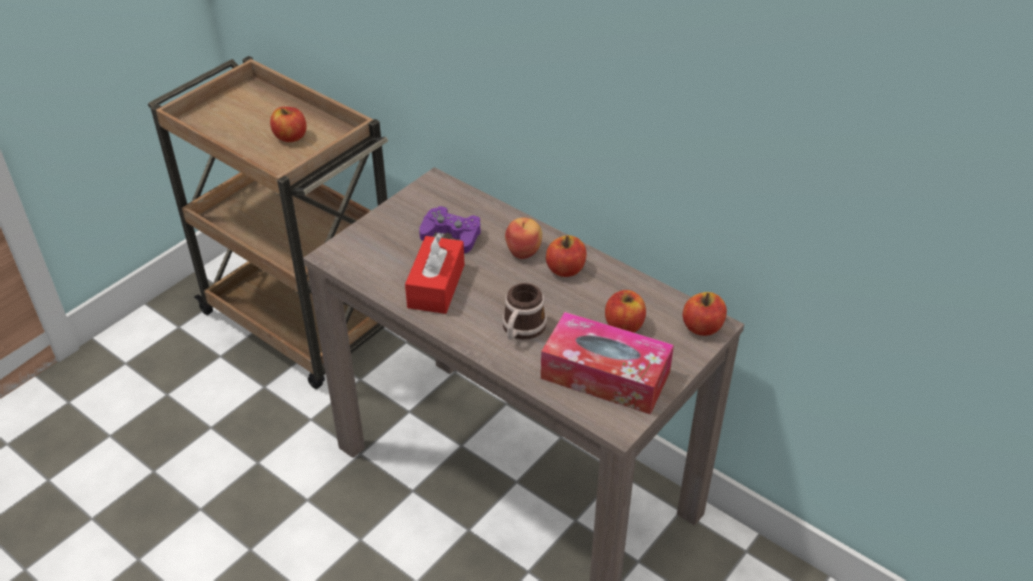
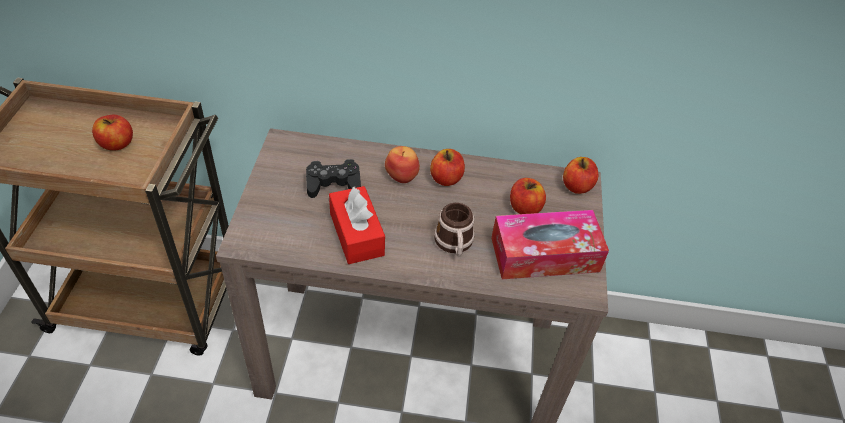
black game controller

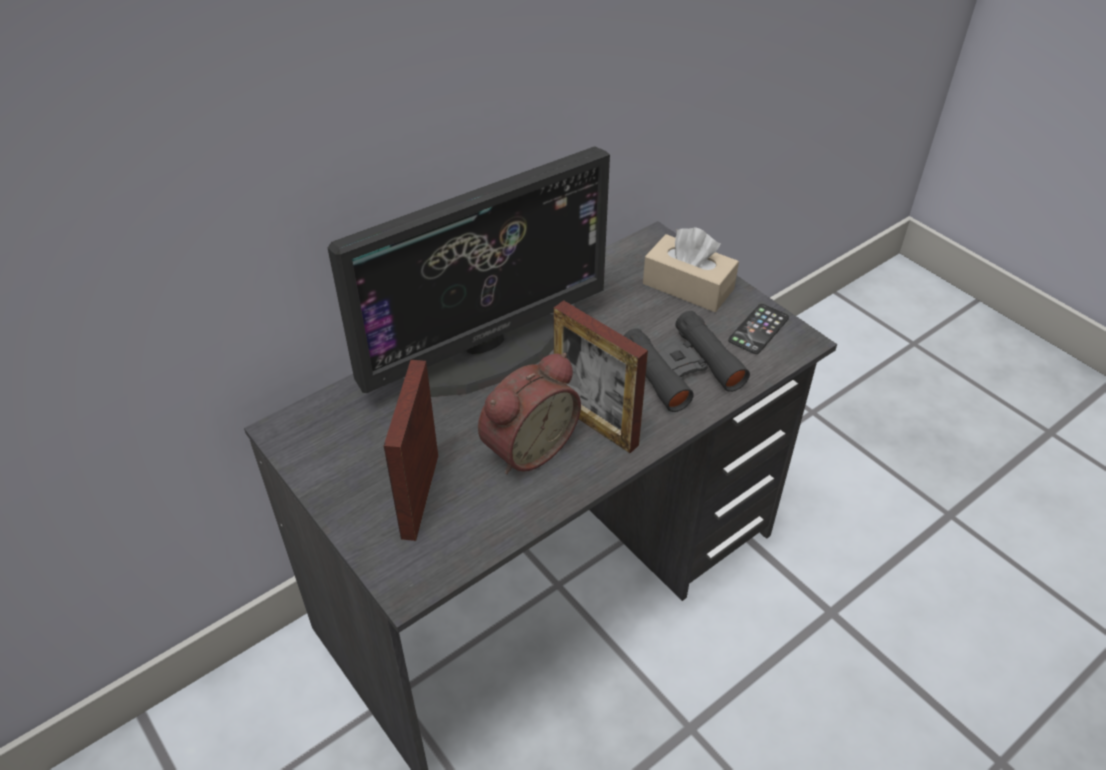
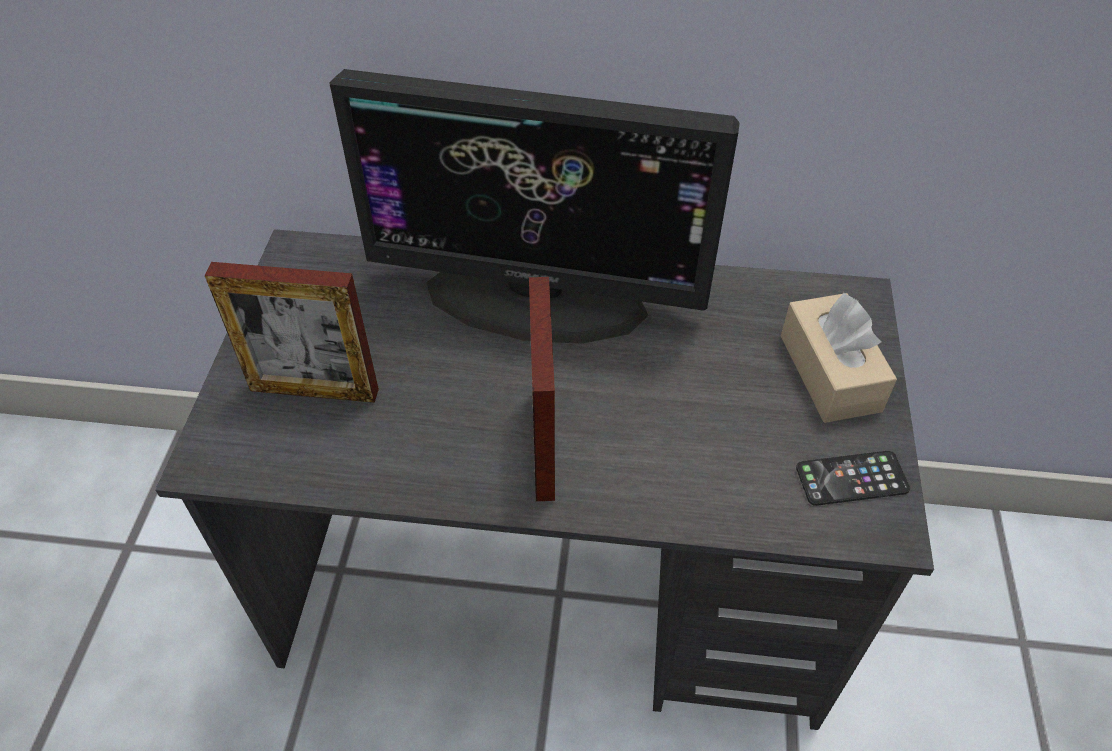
black binoculars
alarm clock
picture frame (1st from left)

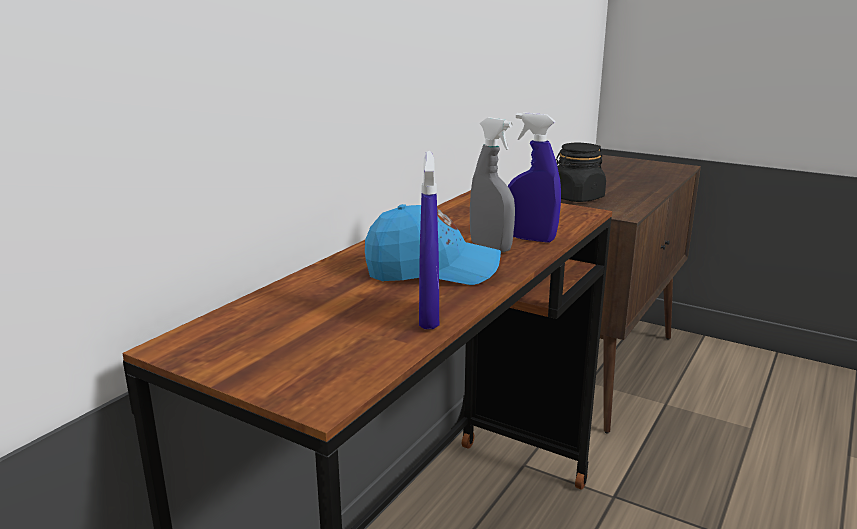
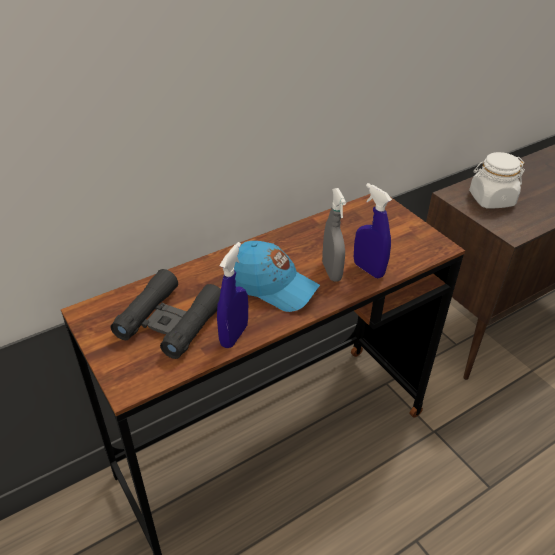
white jar
black binoculars

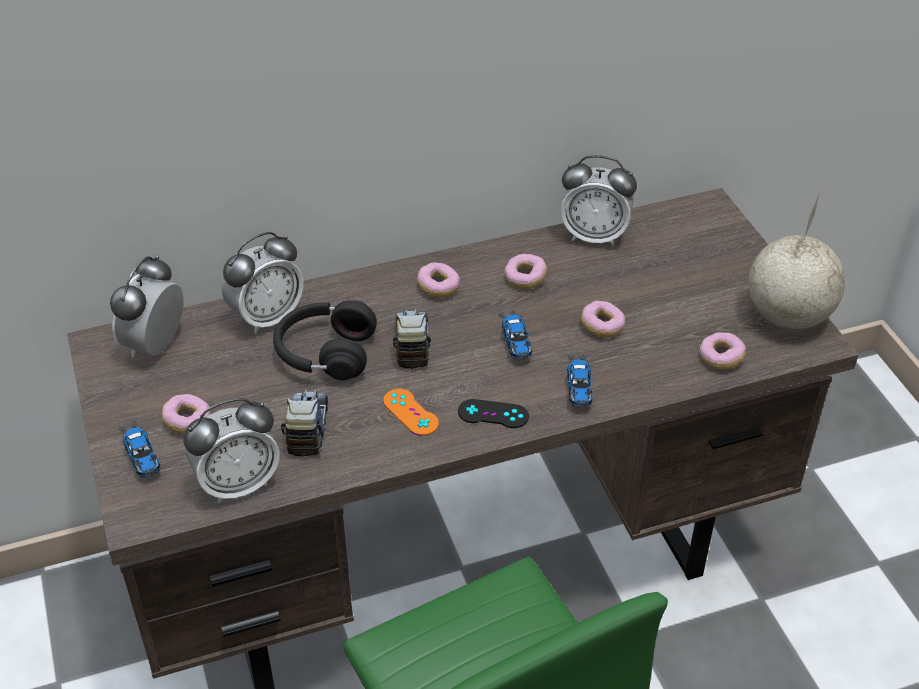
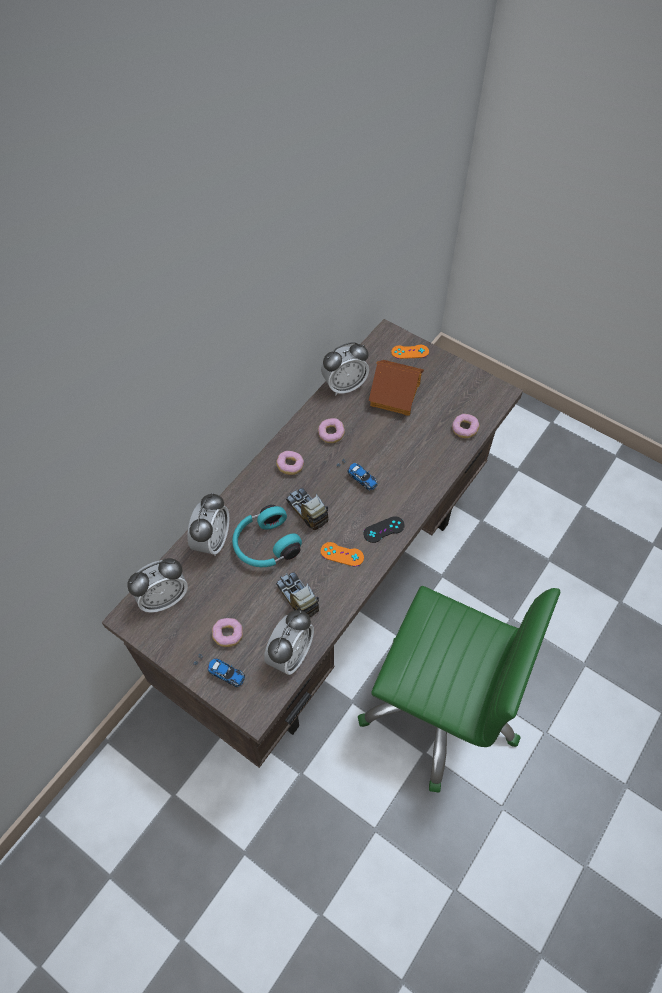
globe
alarm clock (1st from left)
turquoise headphones
donut (4th from left in the first image)
toy car (3rd from left in the first image)
orange game controller (2nd from left)
toy house

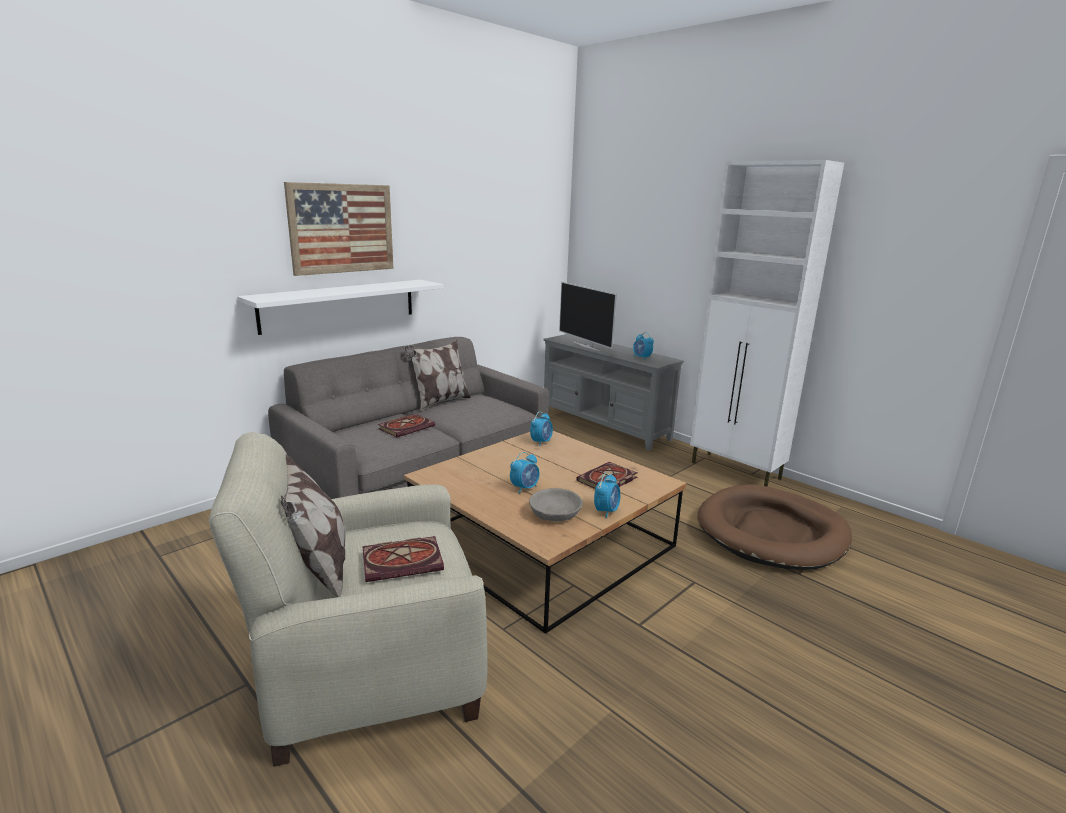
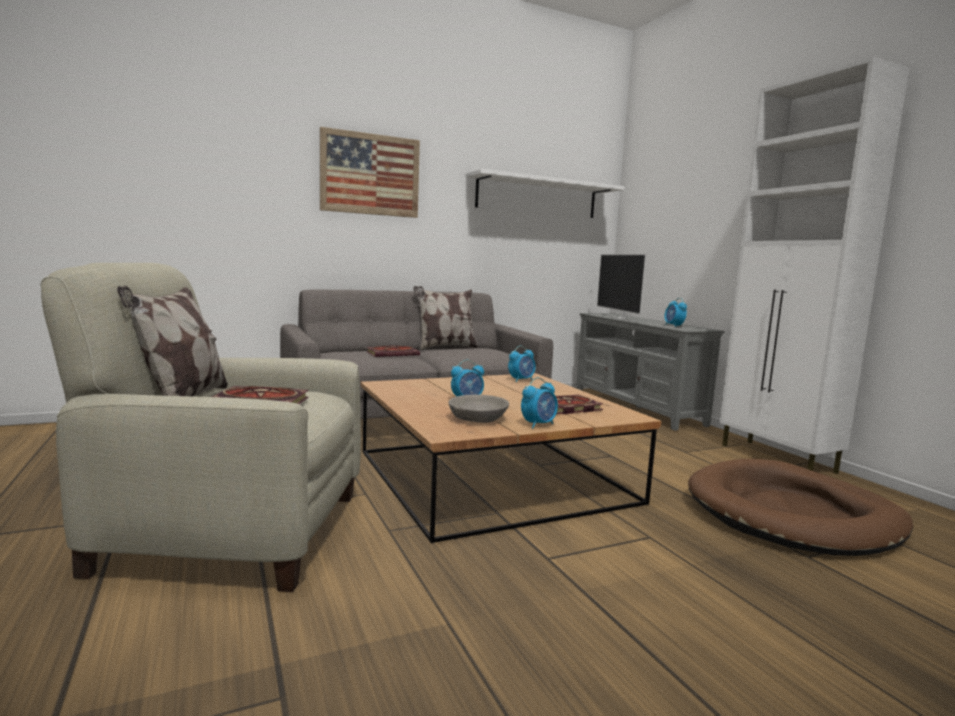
white shelf

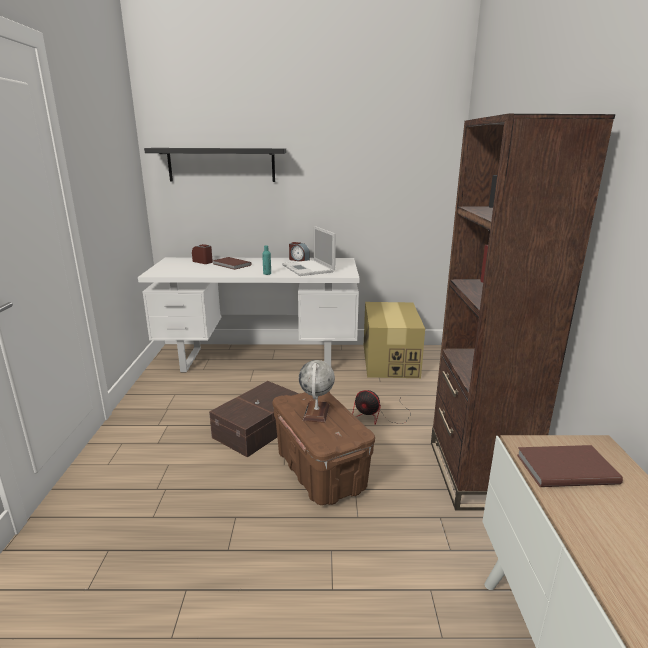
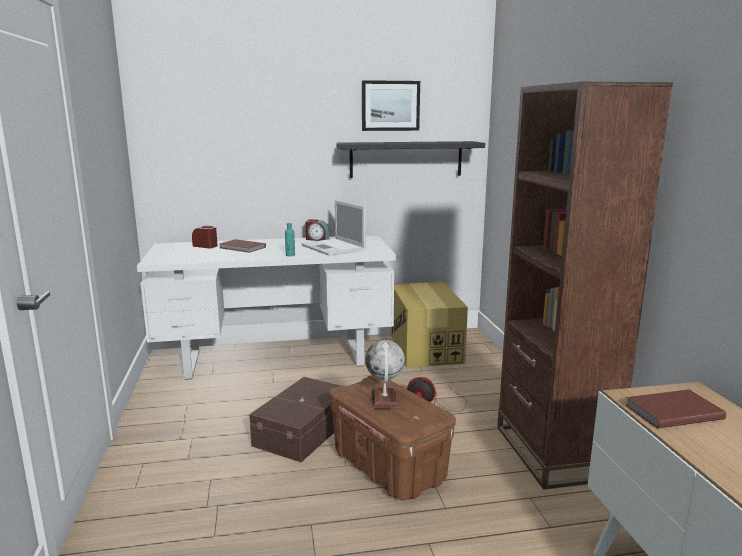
black shelf
picture

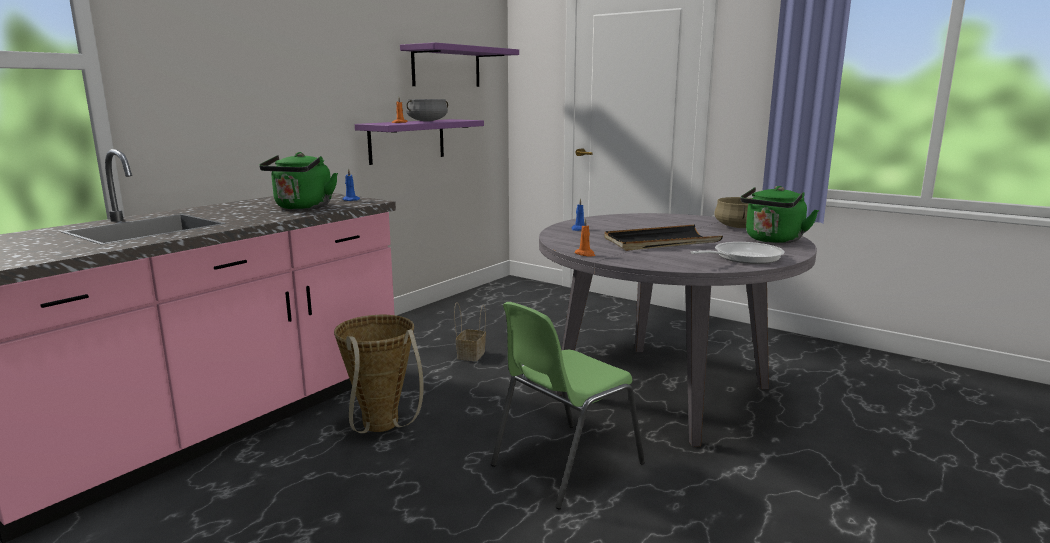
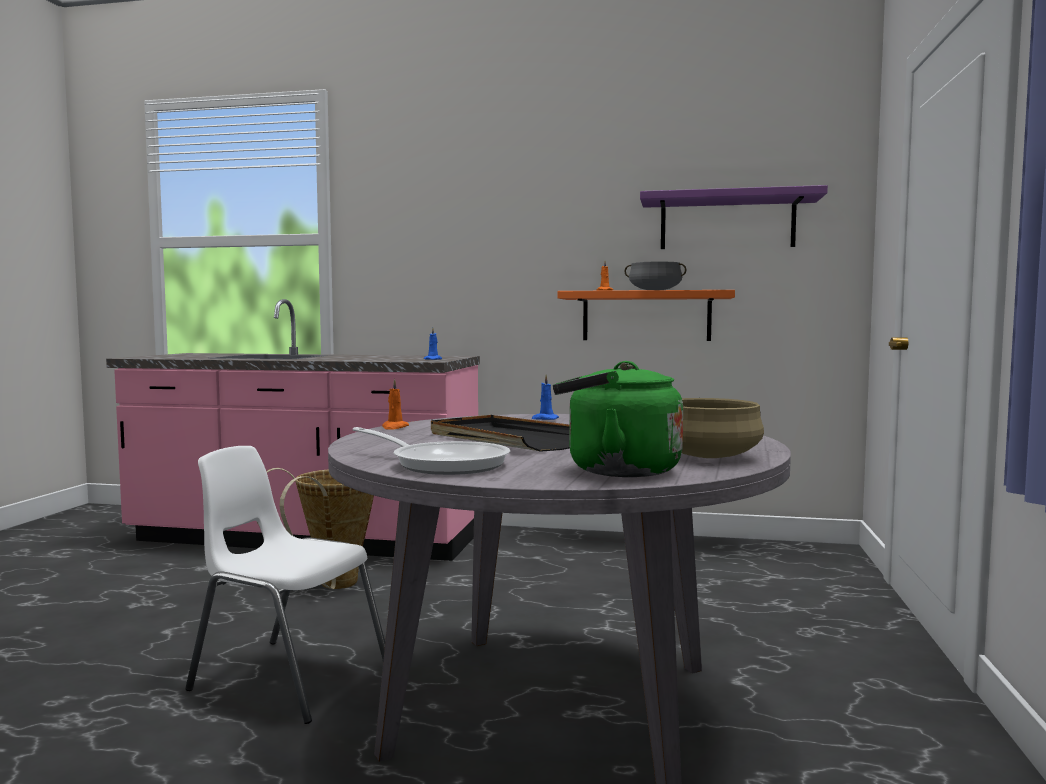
orange shelf
green kettle (1st from left in the first image)
basket (2nd from left in the first image)
white chair

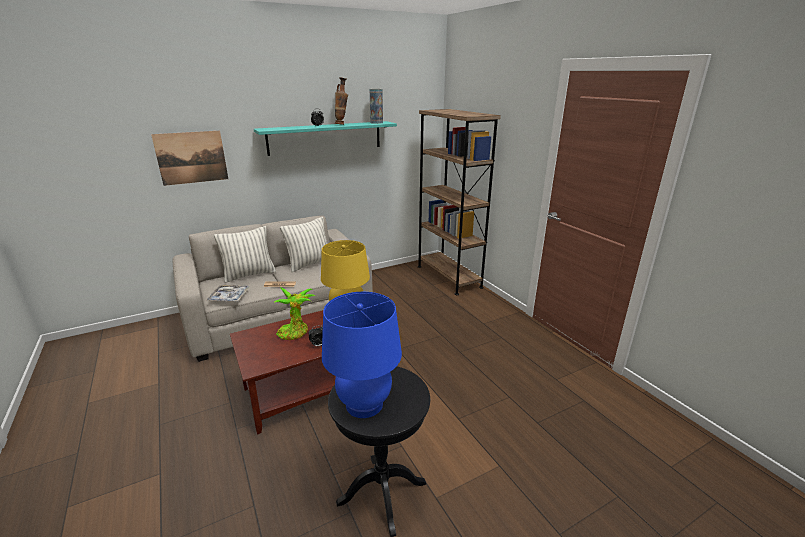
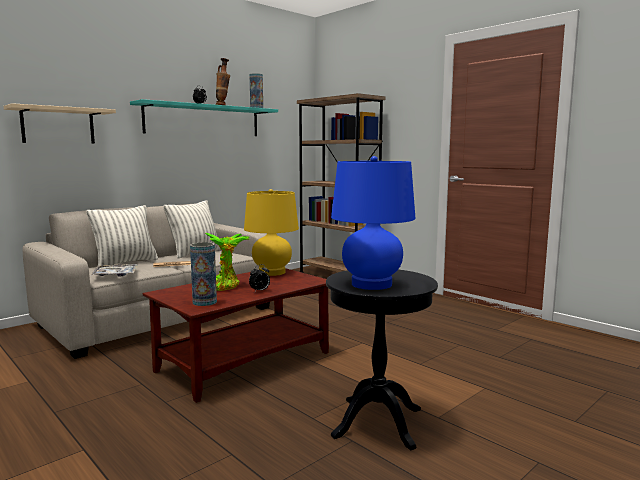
beige shelf
vase (1st from left)

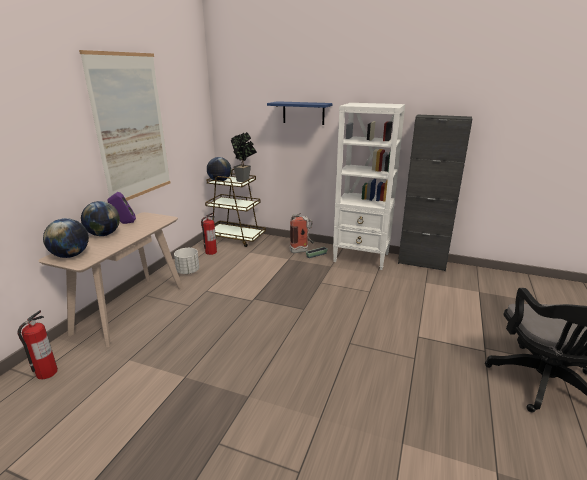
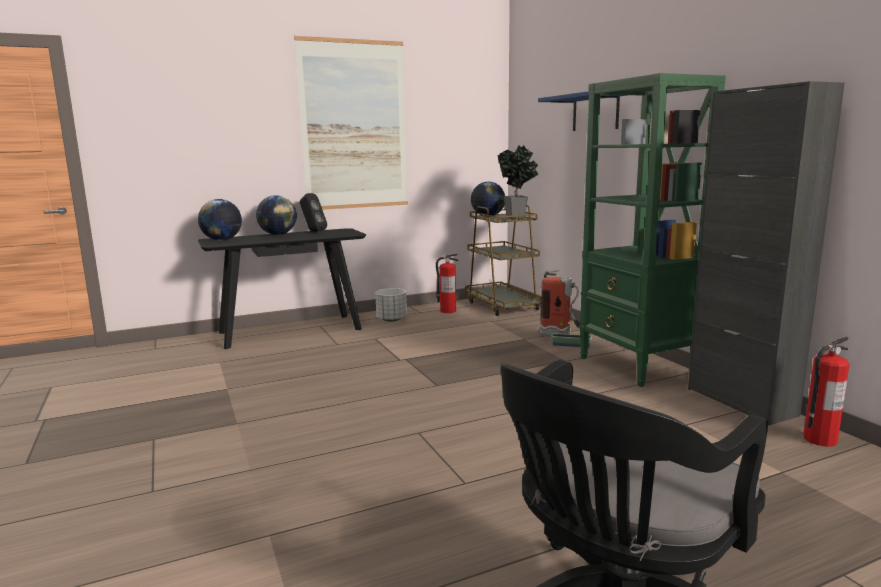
green bookcase
black speaker
black console table
fire extinguisher (3rd from left)

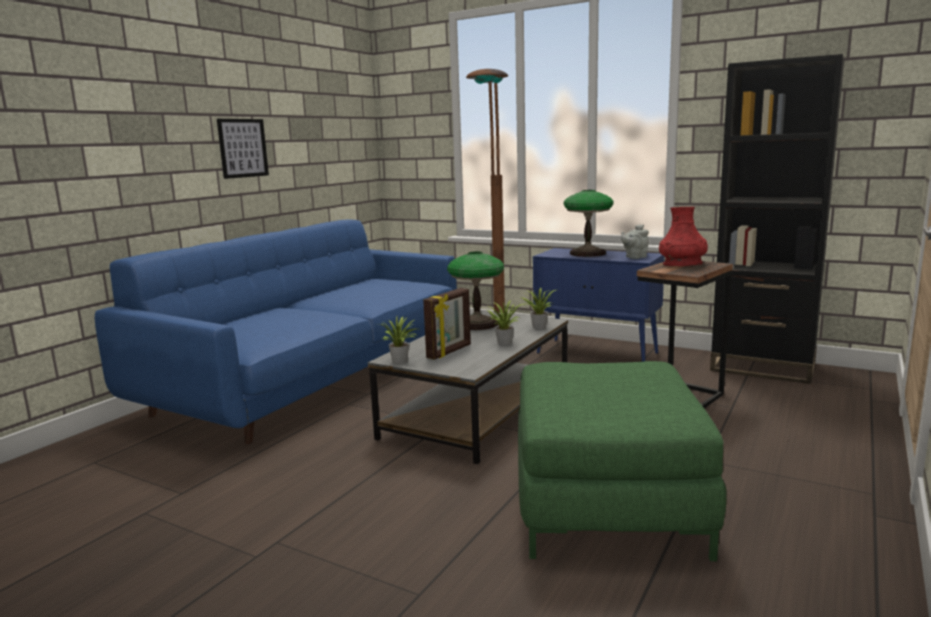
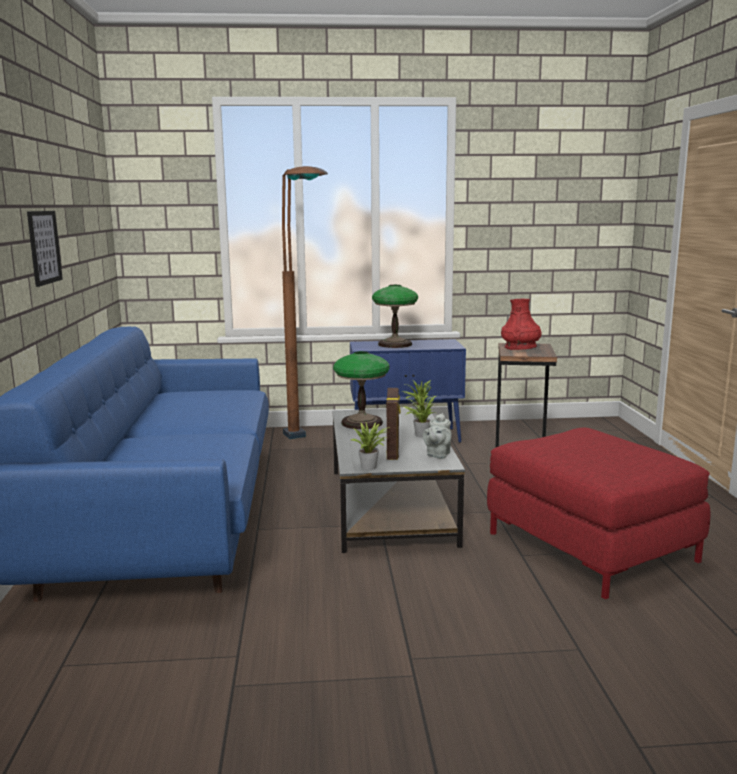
black bookcase
grey teapot
red ottoman

